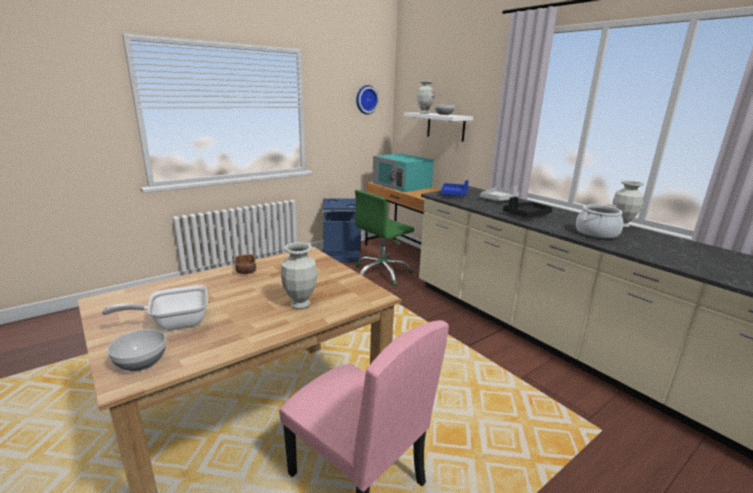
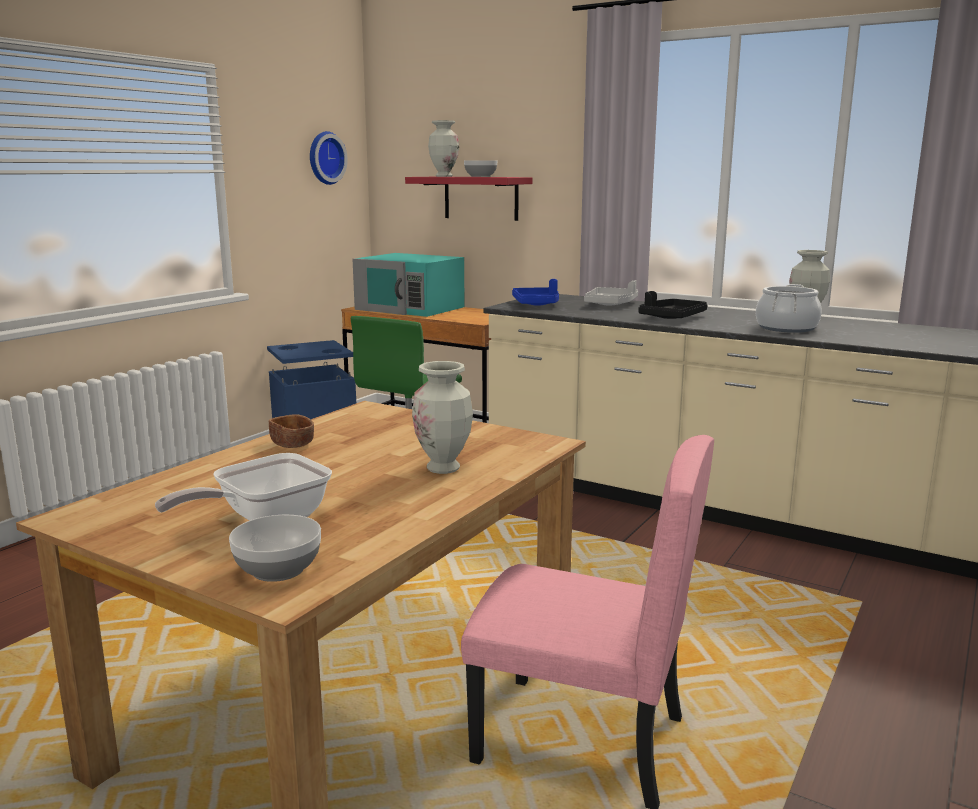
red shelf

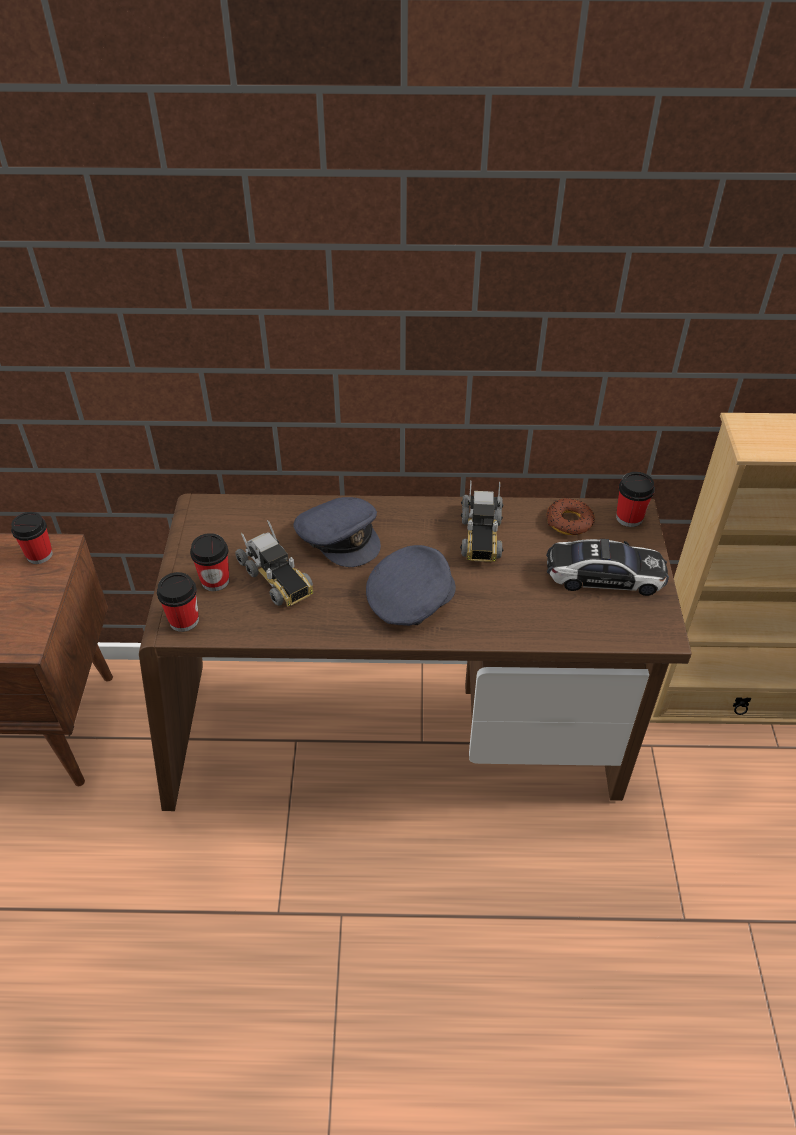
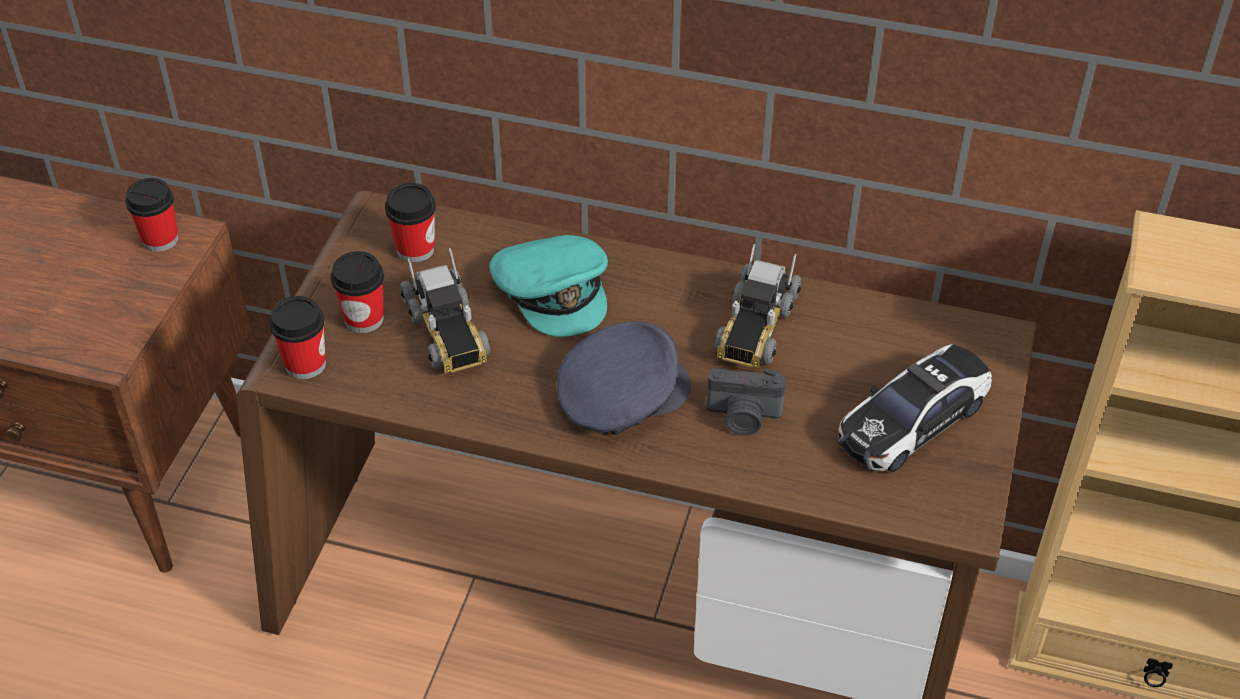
cup (4th from left)
turquoise cap
donut
toy car
photo camera

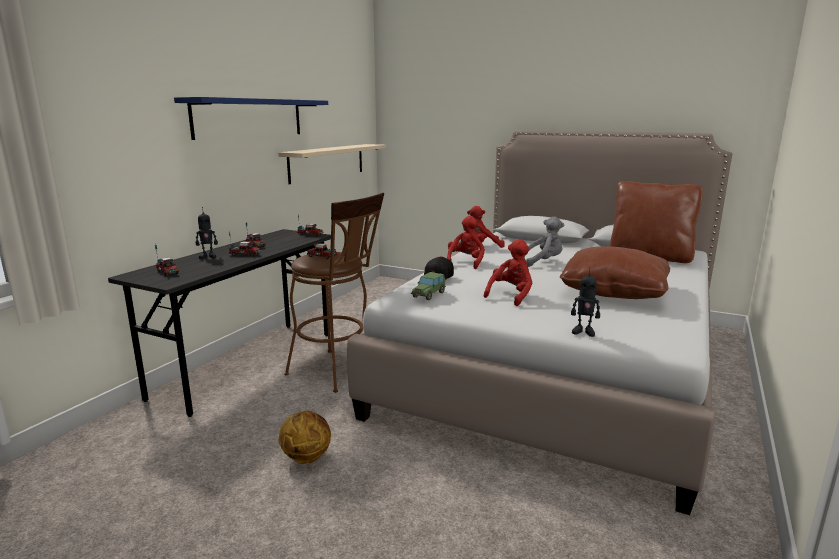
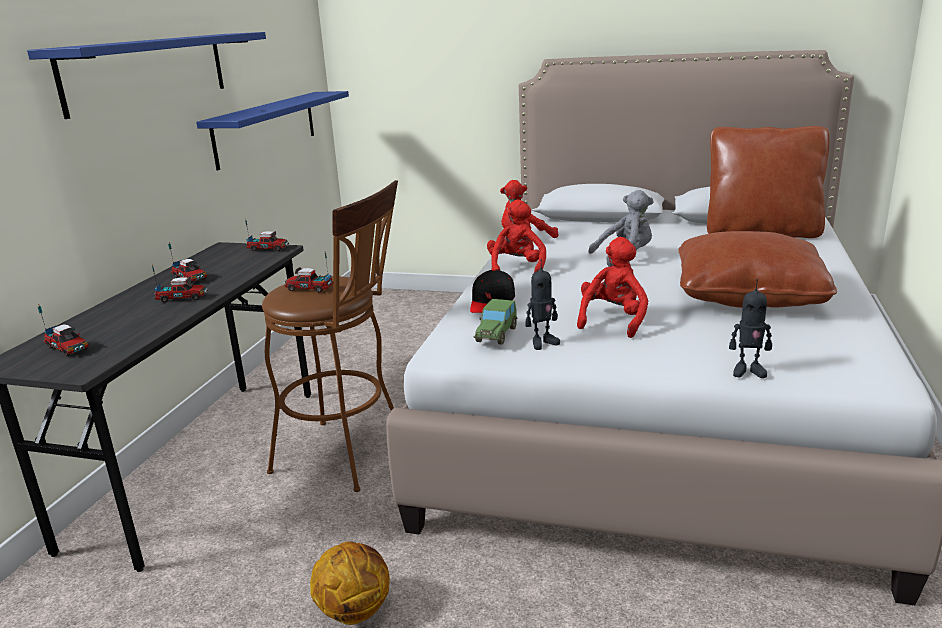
blue shelf (2nd from left)
toy robot (1st from left)

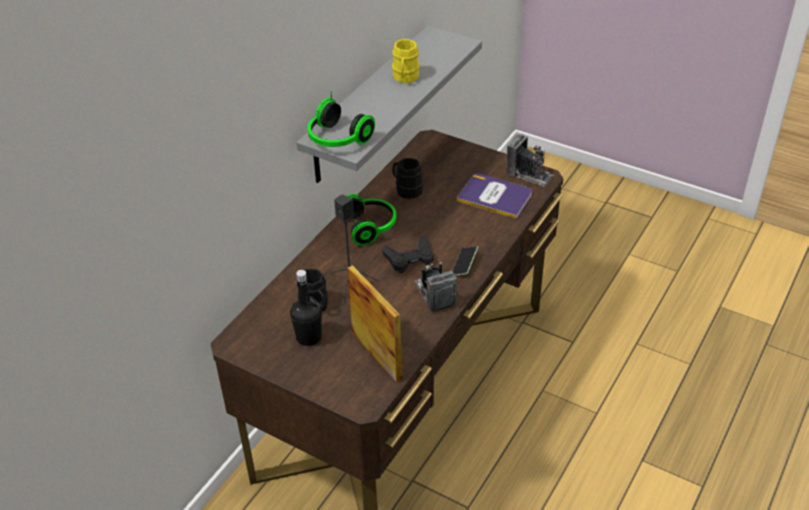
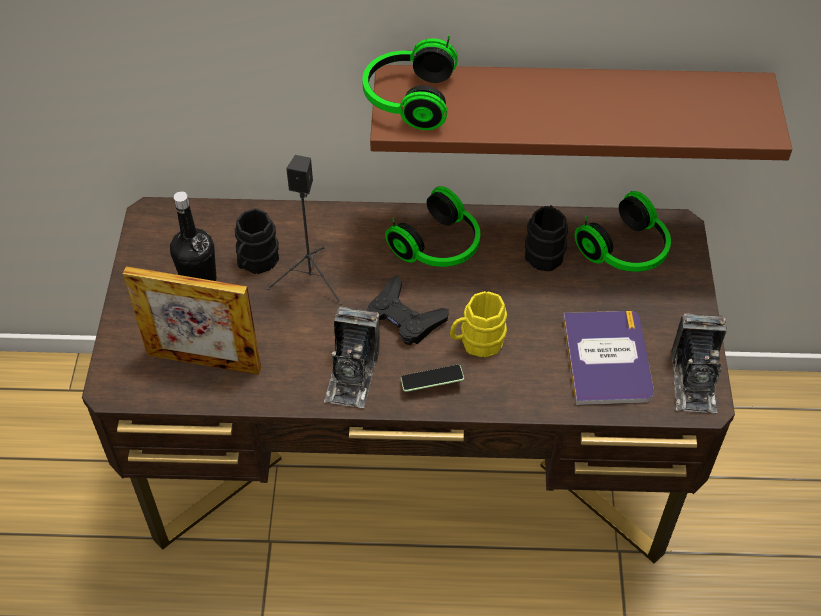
brown shelf
yellow mug
photo camera (1st from left)
picture frame
headphones (3rd from left)

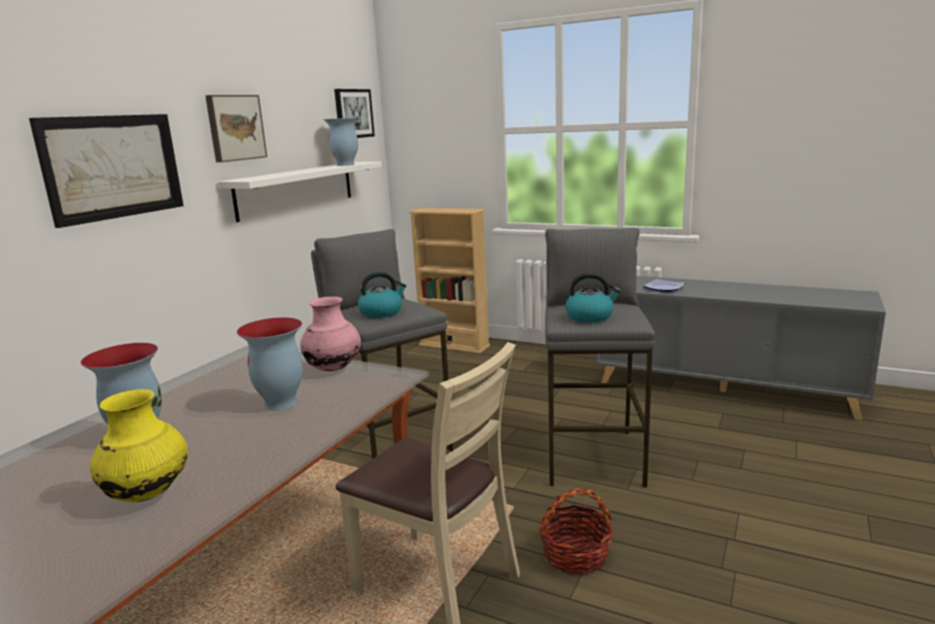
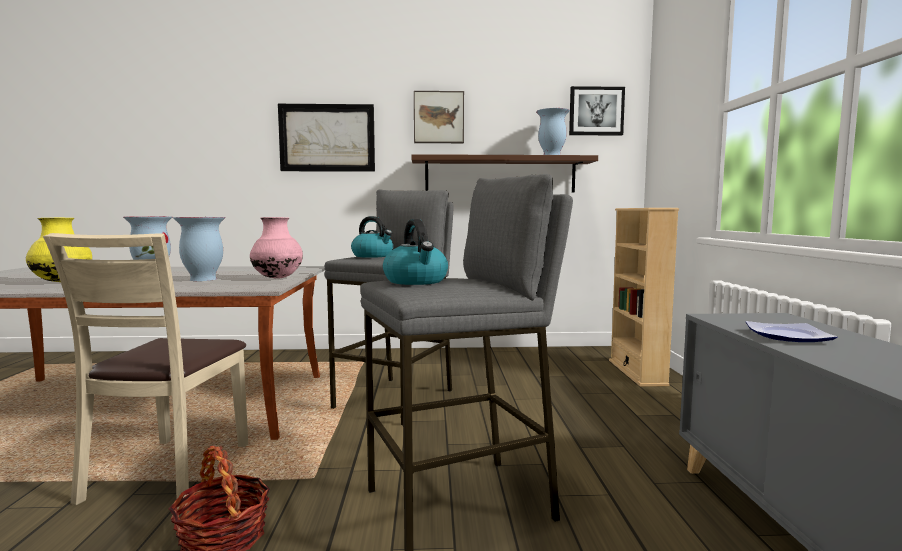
brown shelf

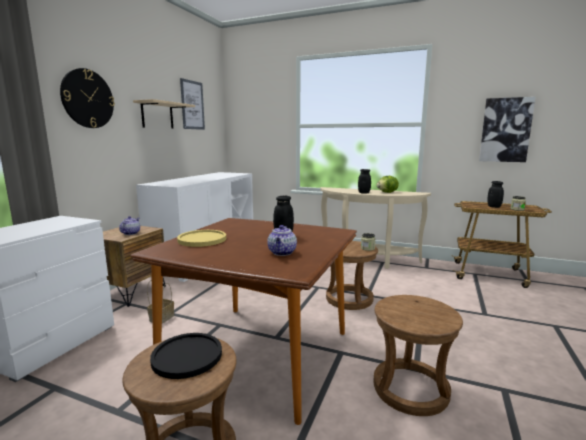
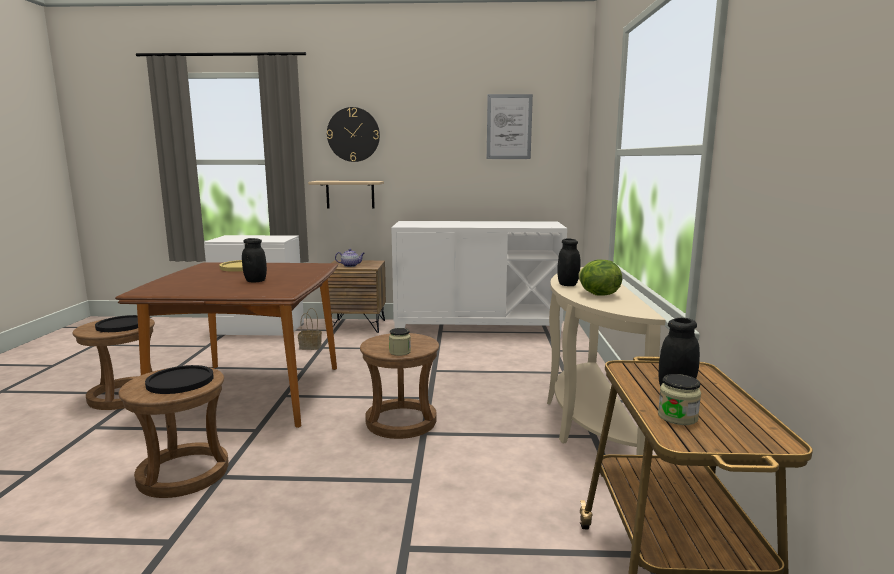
picture (2nd from left in the first image)
beige shelf
teapot (2nd from left in the first image)
black plate (2nd from left)

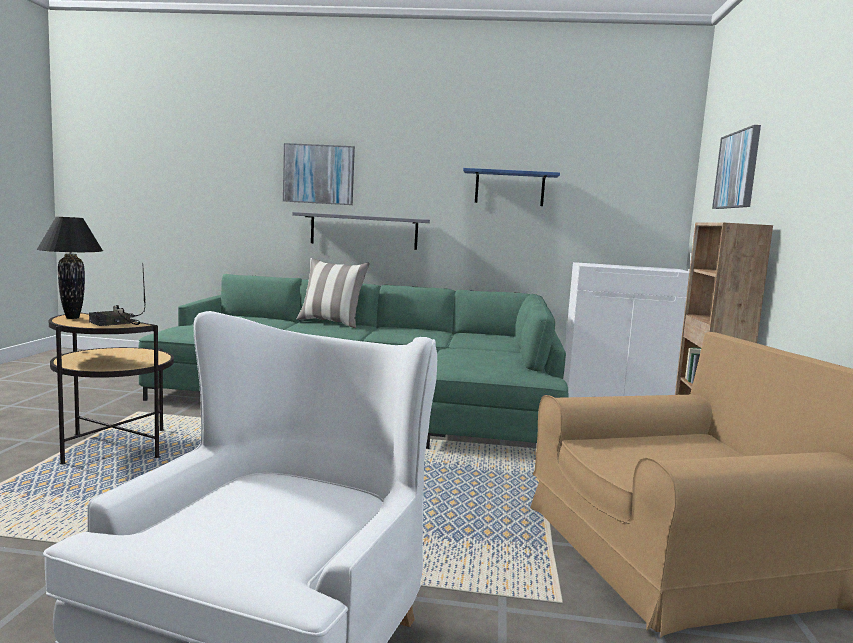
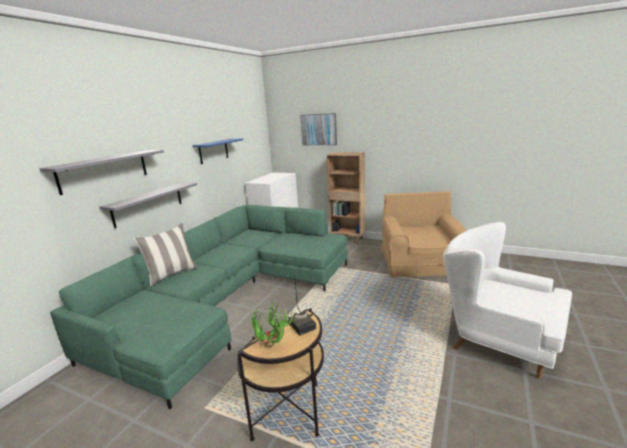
grey shelf (1st from left)
potted plant

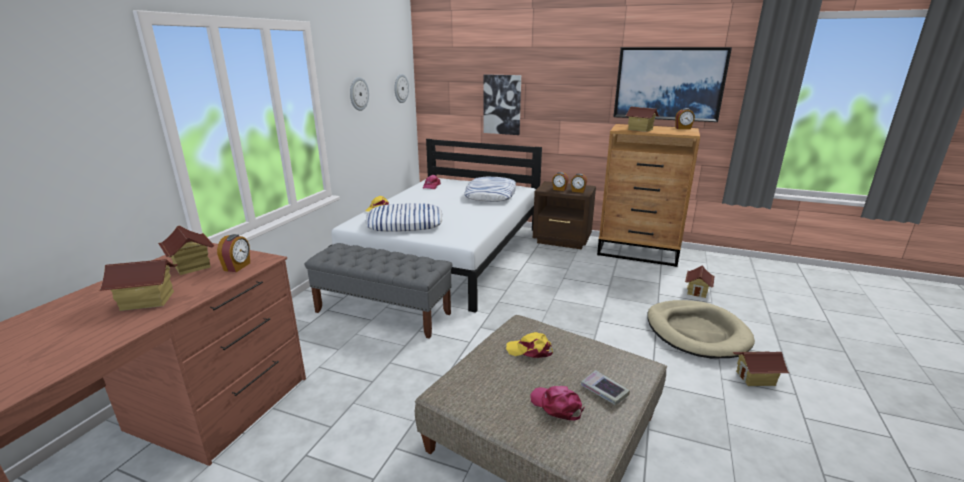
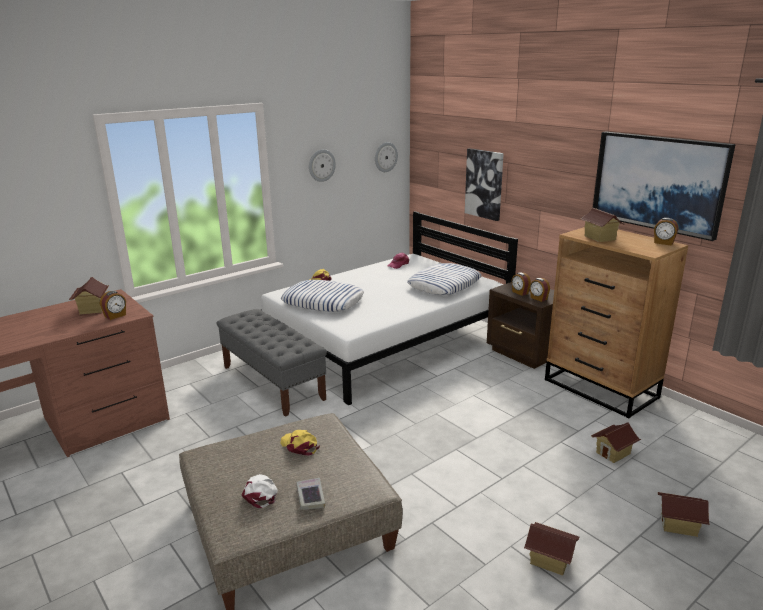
toy house (5th from left)
beige dog bed
white cap

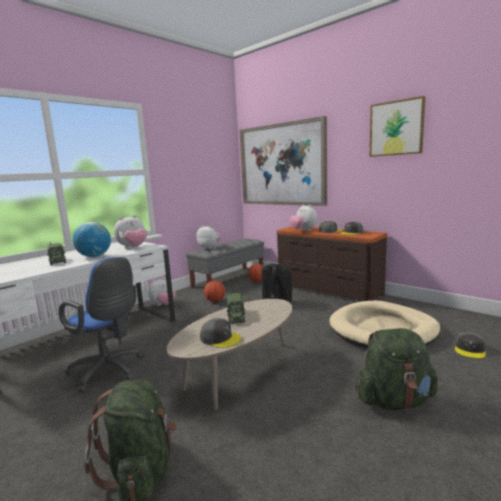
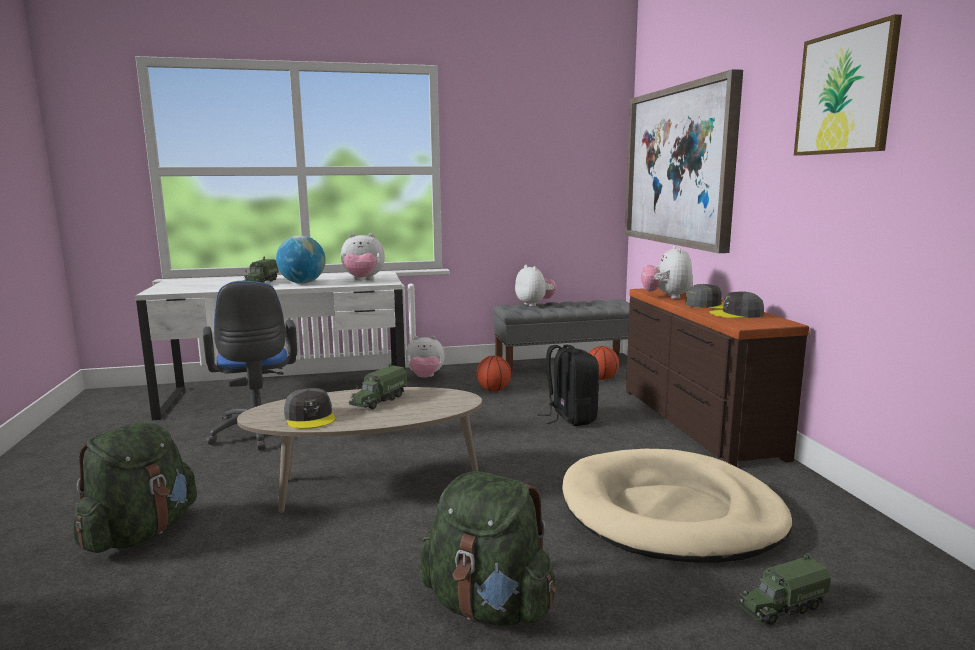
toy truck (3rd from left)

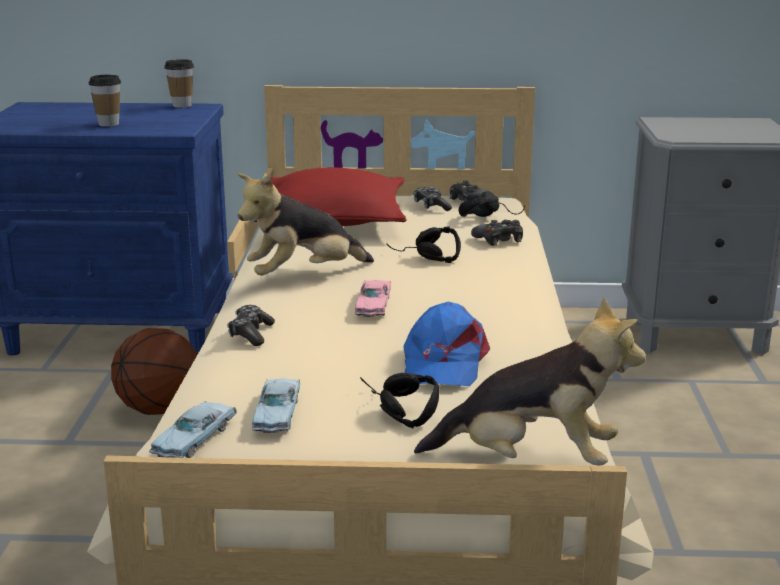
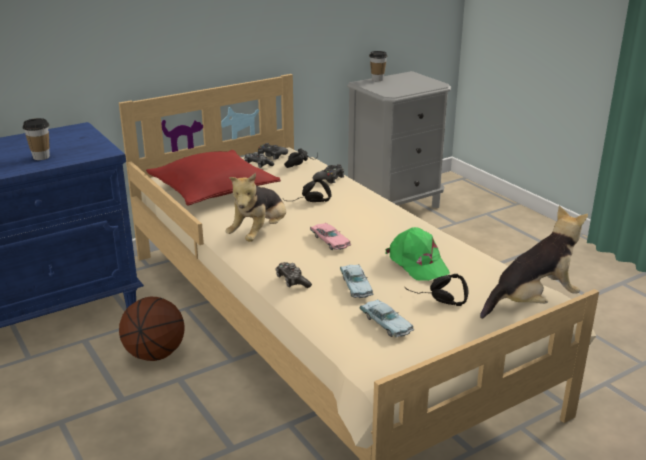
cup (2nd from left)
green cap
blue toy car (1st from left)

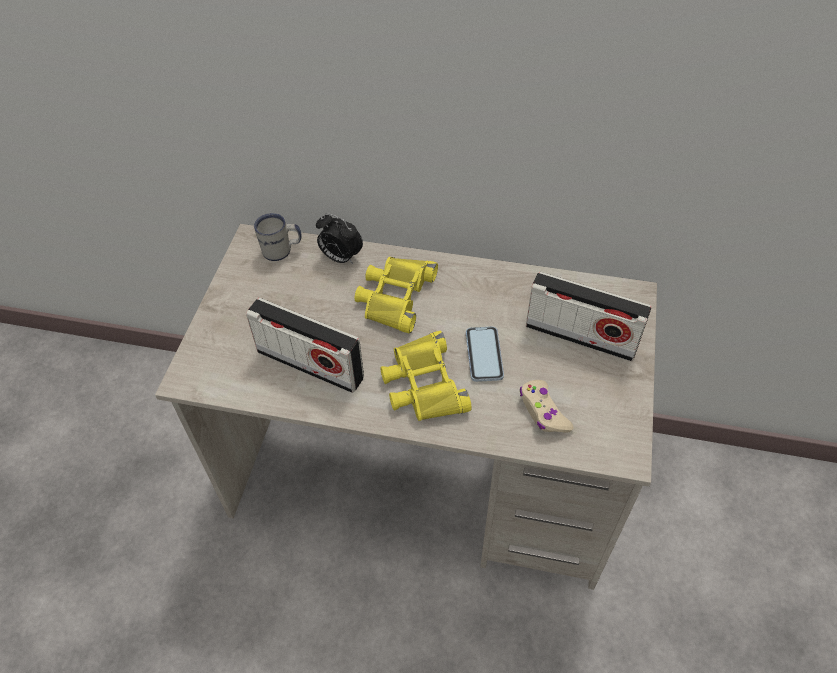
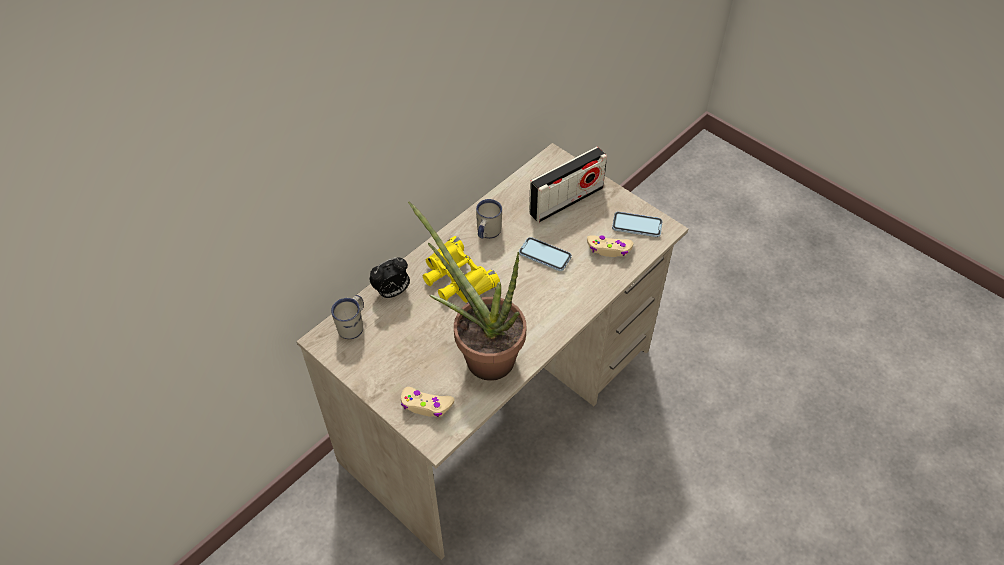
potted plant
yellow binoculars (2nd from left in the first image)
white mug (2nd from left)
phone (2nd from left)
beige game controller (1st from left)

